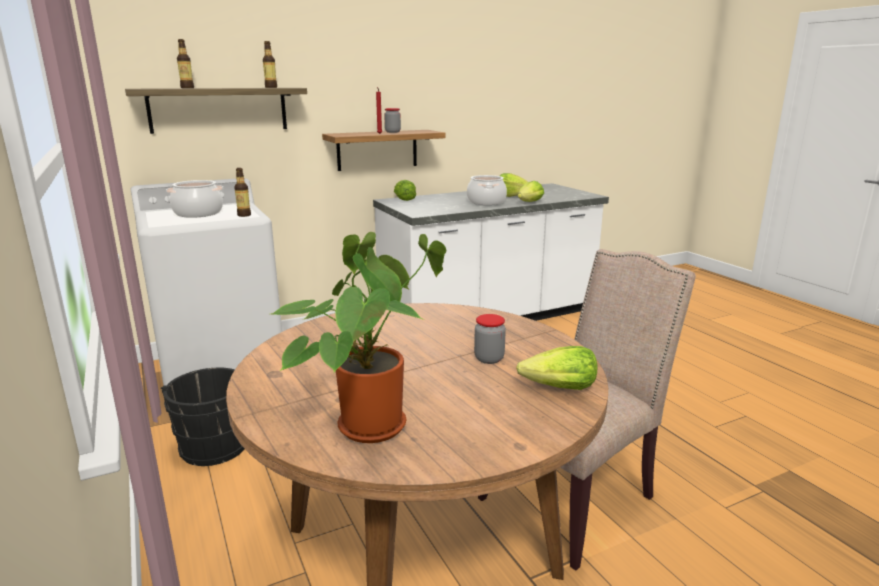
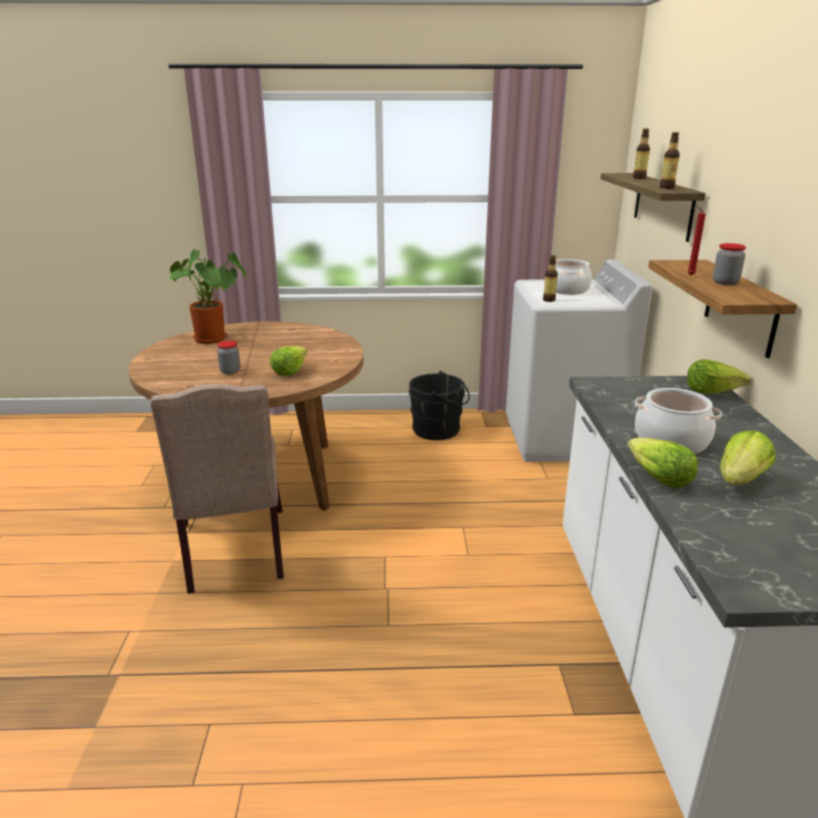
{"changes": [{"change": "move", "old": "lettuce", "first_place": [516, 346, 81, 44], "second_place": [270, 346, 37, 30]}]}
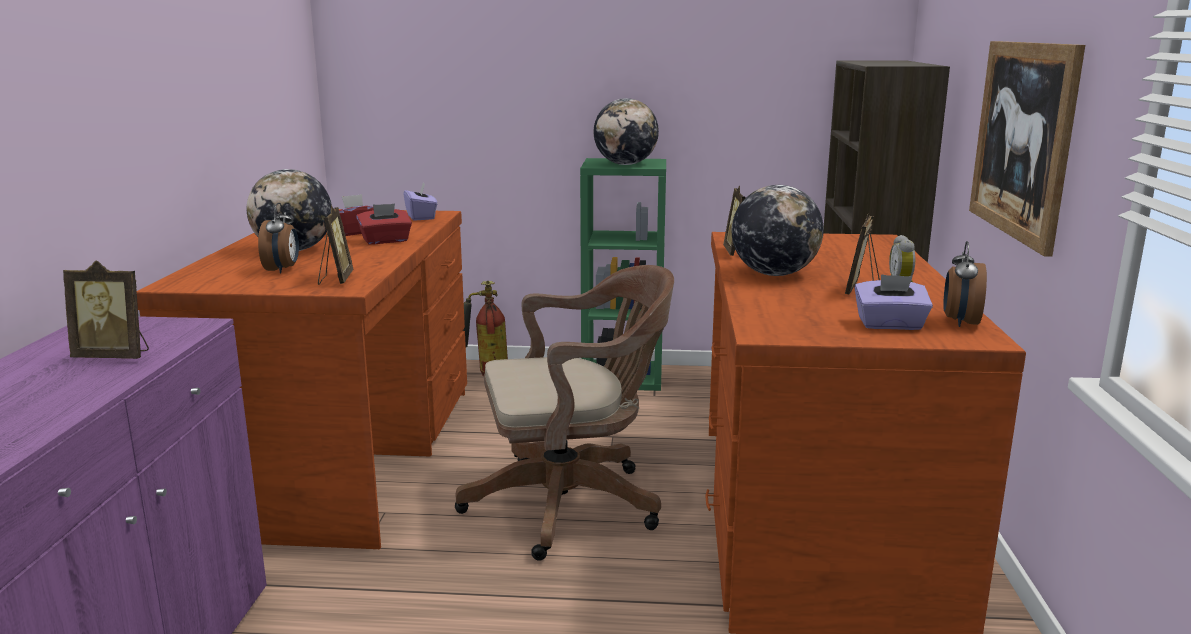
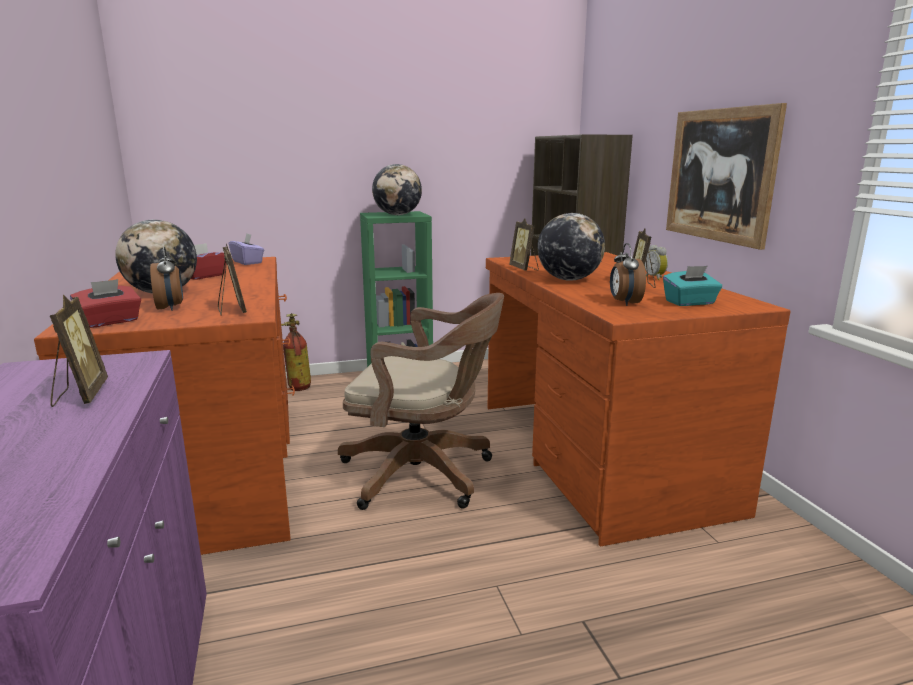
{"changes": [{"change": "move", "old": "tissue box in red", "first_place": [357, 203, 55, 41], "second_place": [70, 279, 71, 49]}, {"change": "move", "old": "alarm clock", "first_place": [943, 241, 44, 86], "second_place": [610, 243, 36, 63]}, {"change": "rotate", "old": "picture frame", "first_place": [63, 260, 86, 99], "second_place": [50, 295, 58, 112], "degrees": -90}, {"change": "rotate", "old": "office chair in brown", "first_place": [455, 265, 219, 296], "second_place": [338, 293, 166, 217], "degrees": 45}, {"change": "recolor", "old": "tissue box in purple", "new": "tissue box in turquoise", "first_place": [855, 274, 78, 56], "second_place": [663, 266, 59, 40]}]}
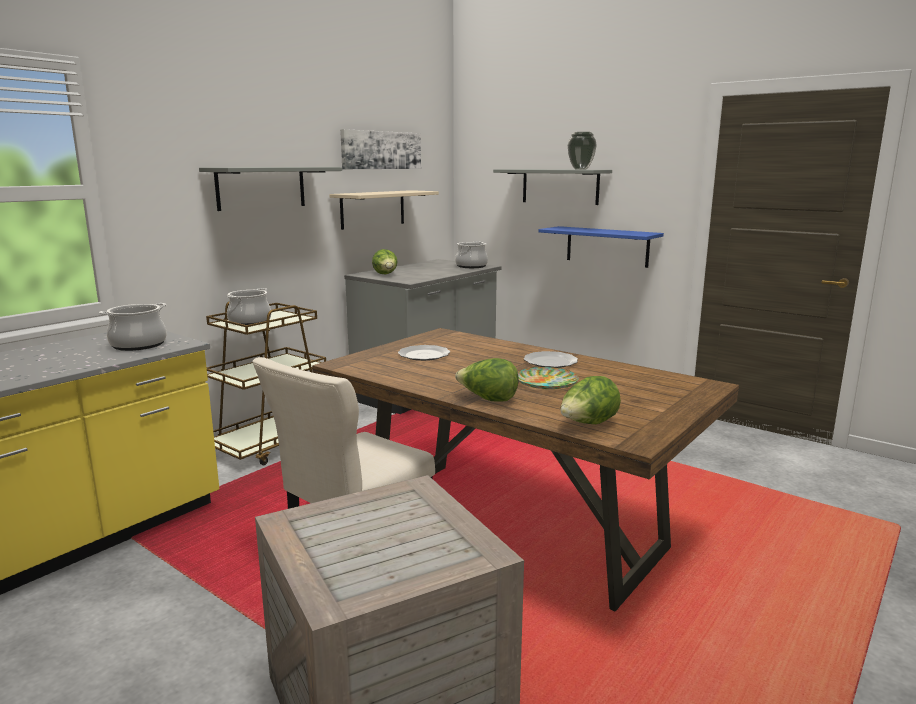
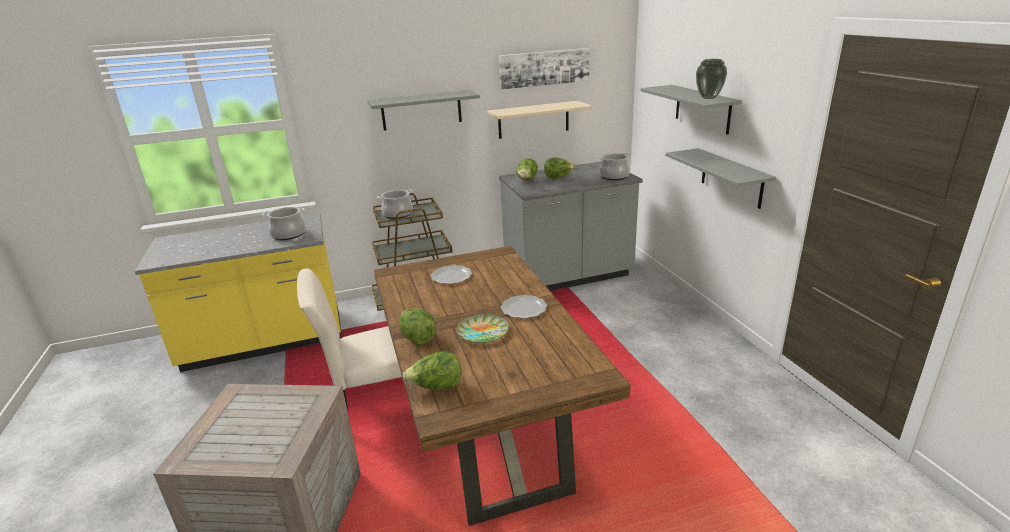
{"changes": [{"change": "recolor", "old": "shelf in blue", "new": "shelf in grey", "first_place": [538, 226, 126, 42], "second_place": [665, 148, 111, 61]}, {"change": "insert", "new": "lettuce", "second_place": [544, 157, 31, 22]}]}
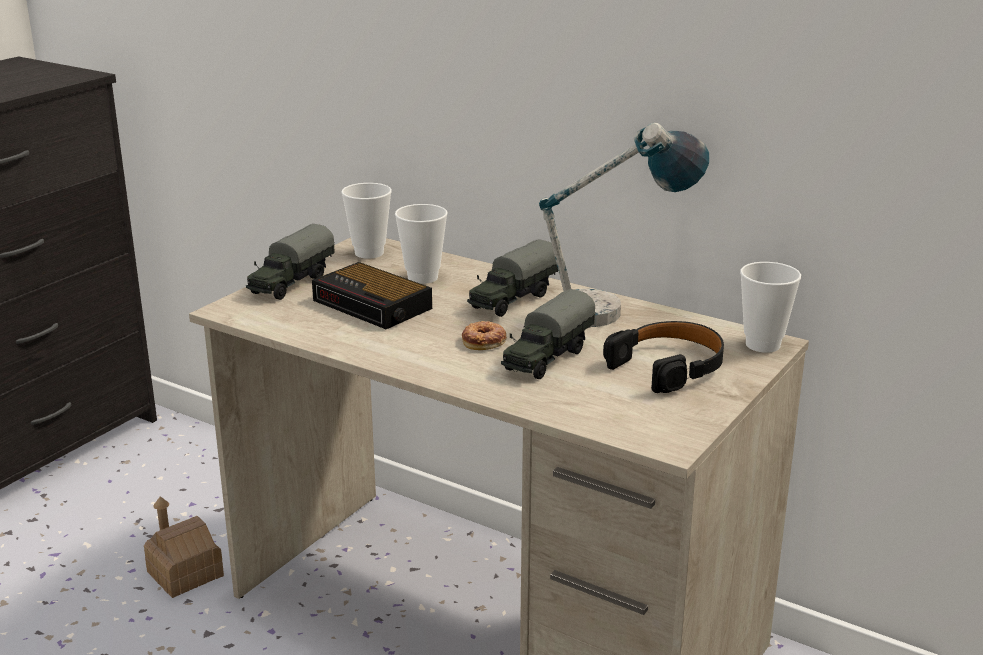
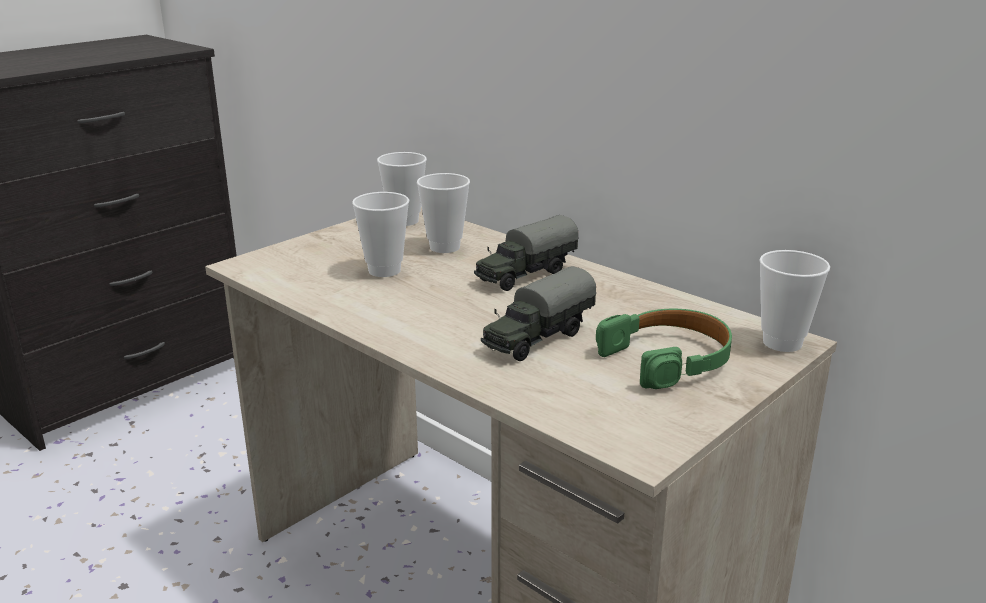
{"changes": [{"change": "delete", "old": "table lamp", "first_place": [539, 123, 170, 204]}, {"change": "delete", "old": "toy truck", "first_place": [246, 224, 89, 76]}, {"change": "replace", "old": "alarm clock", "new": "cup", "first_place": [312, 262, 120, 67], "second_place": [352, 192, 57, 85]}, {"change": "delete", "old": "donut", "first_place": [462, 321, 45, 29]}, {"change": "recolor", "old": "headphones in black", "new": "headphones in green", "first_place": [603, 321, 121, 72], "second_place": [596, 309, 136, 80]}, {"change": "delete", "old": "toy house", "first_place": [144, 496, 80, 102]}]}
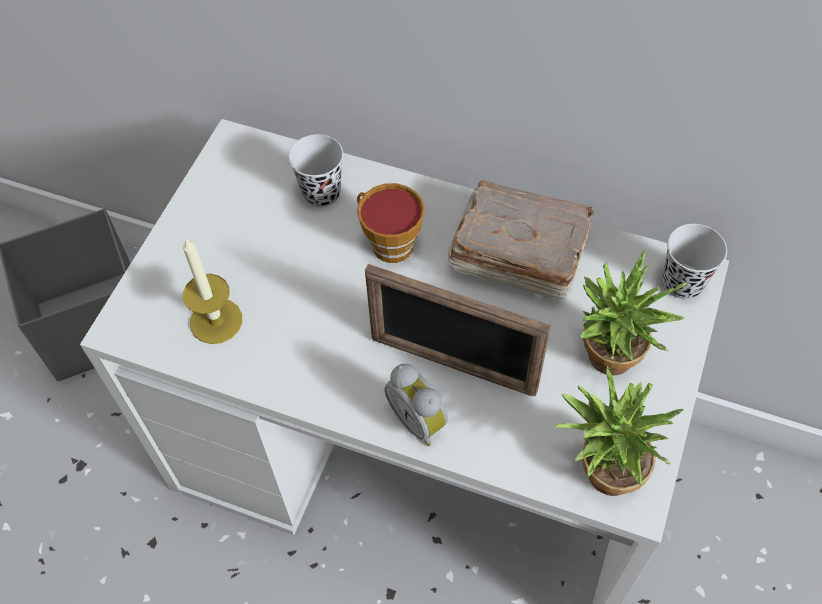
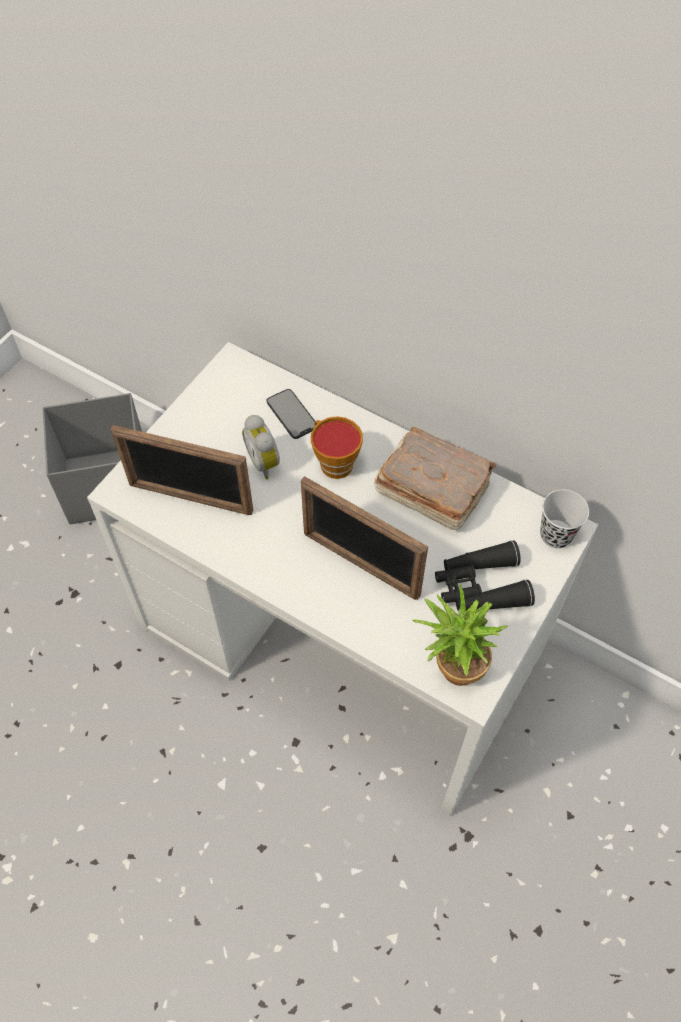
{"changes": [{"change": "replace", "old": "cup in black", "new": "phone", "first_place": [289, 134, 54, 73], "second_place": [266, 389, 49, 50]}, {"change": "replace", "old": "candle", "new": "picture frame", "first_place": [183, 239, 59, 105], "second_place": [111, 425, 143, 90]}, {"change": "replace", "old": "potted plant", "new": "binoculars in black", "first_place": [581, 250, 107, 126], "second_place": [435, 540, 100, 71]}, {"change": "move", "old": "alarm clock", "first_place": [384, 364, 64, 82], "second_place": [242, 415, 38, 64]}]}
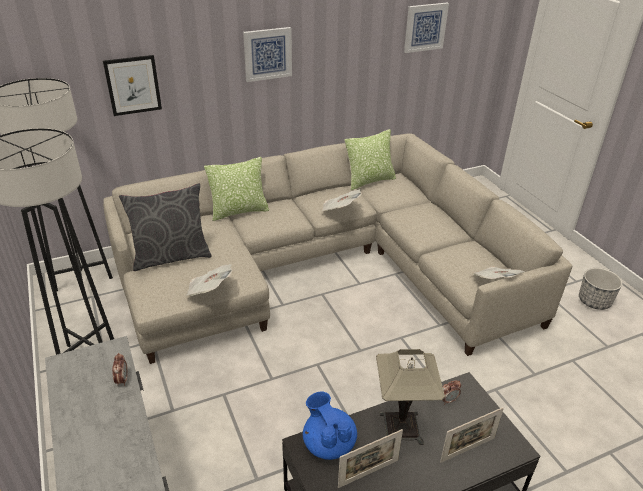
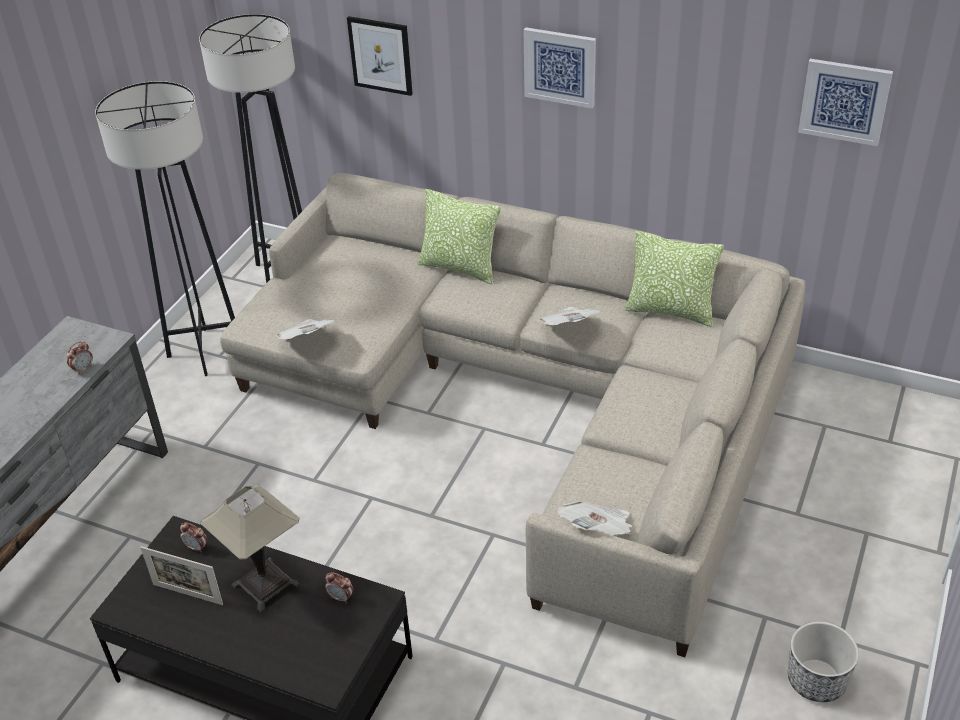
{"changes": [{"change": "delete", "old": "pillow in grey", "first_place": [119, 183, 93, 88]}, {"change": "replace", "old": "teapot in blue", "new": "alarm clock", "first_place": [303, 392, 54, 68], "second_place": [180, 522, 28, 31]}, {"change": "delete", "old": "picture frame", "first_place": [440, 407, 64, 56]}]}
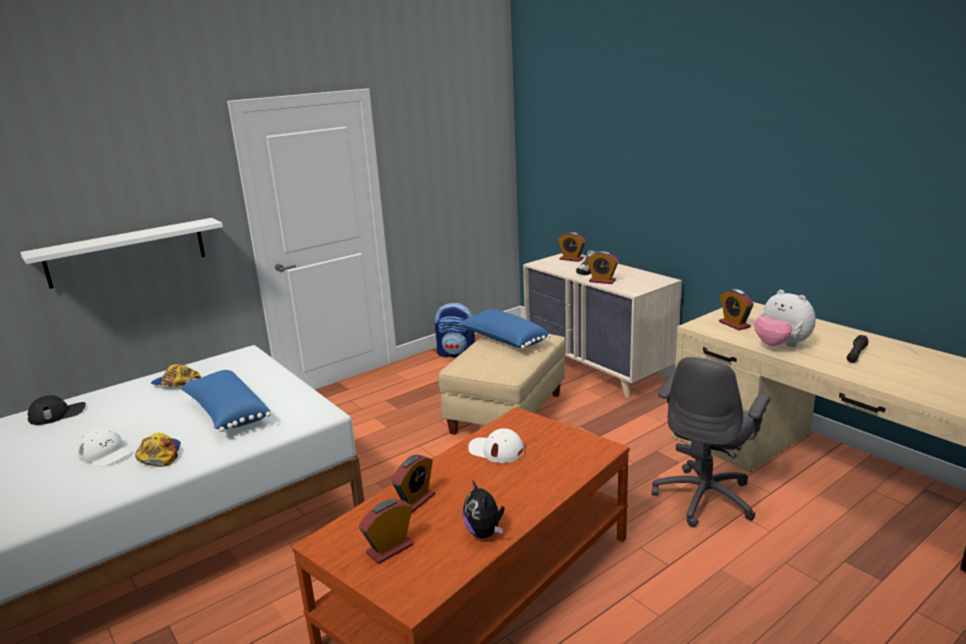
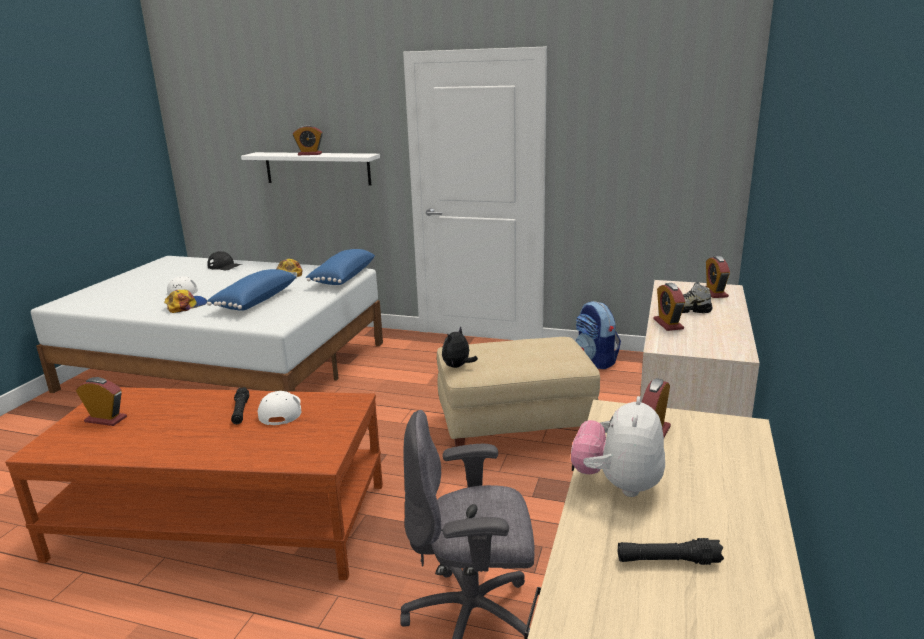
{"changes": [{"change": "move", "old": "pillow in blue", "first_place": [459, 309, 92, 40], "second_place": [306, 249, 69, 36]}, {"change": "move", "old": "alarm clock", "first_place": [392, 454, 43, 60], "second_place": [293, 125, 30, 30]}, {"change": "move", "old": "plush toy", "first_place": [463, 480, 42, 58], "second_place": [442, 326, 36, 42]}, {"change": "insert", "new": "flashlight in black", "second_place": [231, 387, 18, 37]}]}
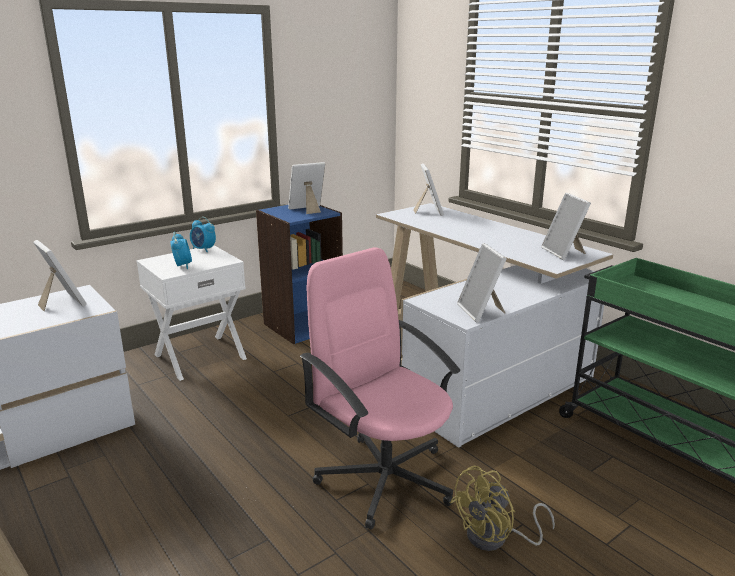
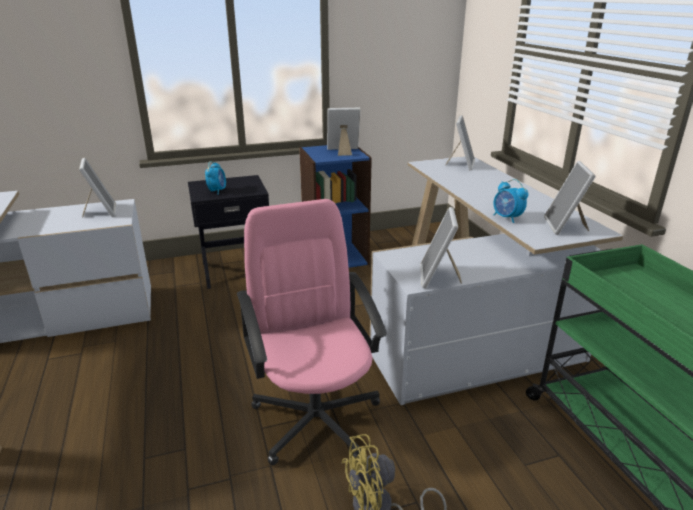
{"changes": [{"change": "move", "old": "alarm clock", "first_place": [190, 217, 26, 35], "second_place": [493, 179, 35, 44]}, {"change": "recolor", "old": "nightstand in white", "new": "nightstand in black", "first_place": [136, 245, 111, 136], "second_place": [188, 175, 81, 114]}]}
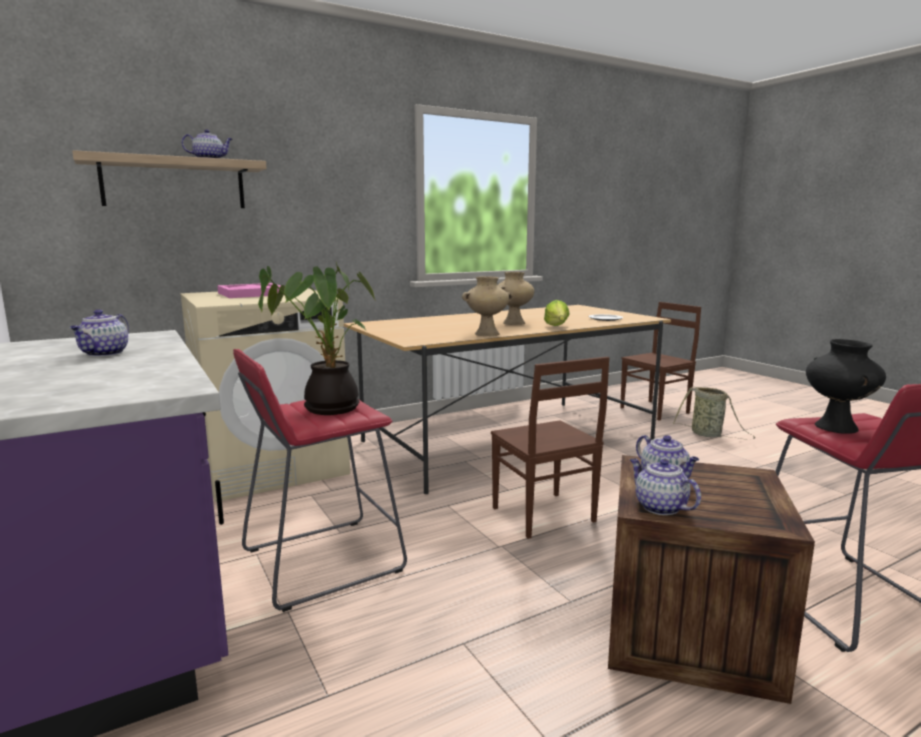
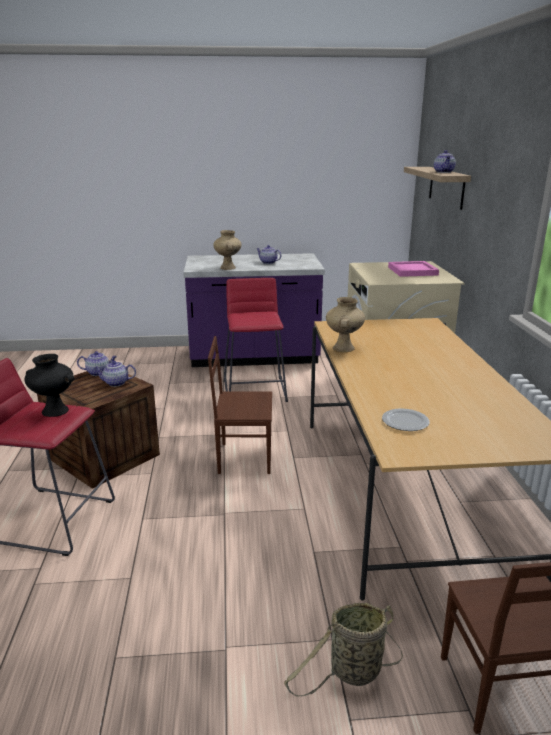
{"changes": [{"change": "delete", "old": "potted plant", "first_place": [258, 262, 118, 153]}, {"change": "move", "old": "vase in beige", "first_place": [498, 272, 36, 53], "second_place": [213, 230, 29, 40]}, {"change": "delete", "old": "lettuce", "first_place": [544, 300, 26, 26]}]}
